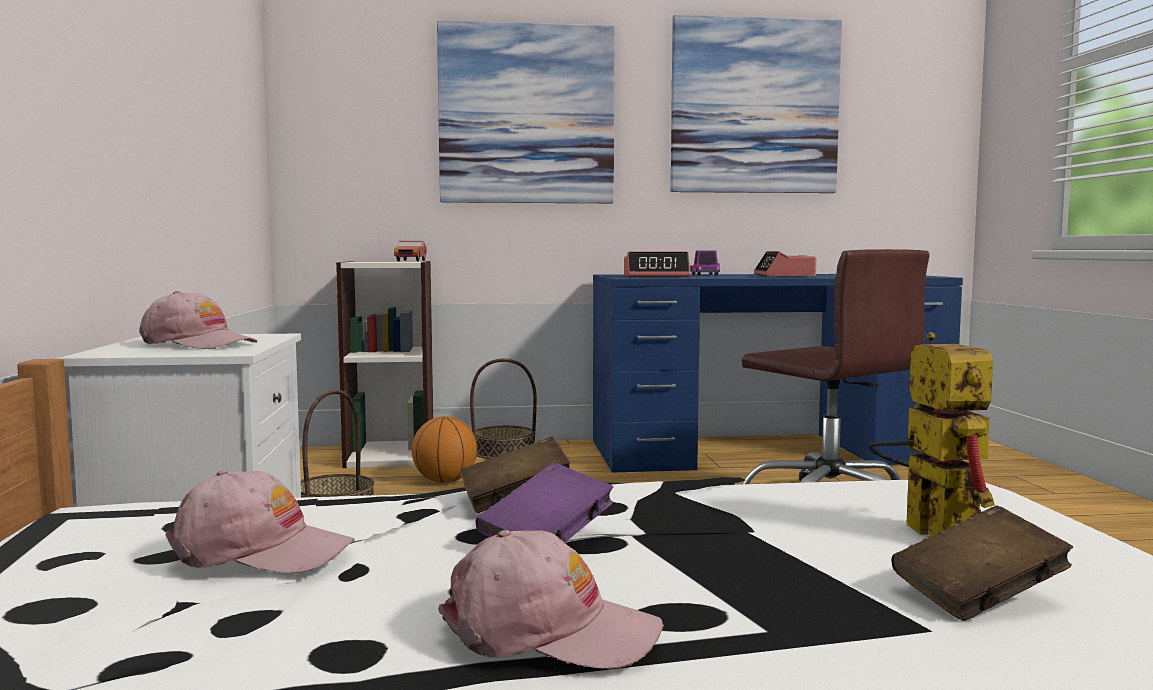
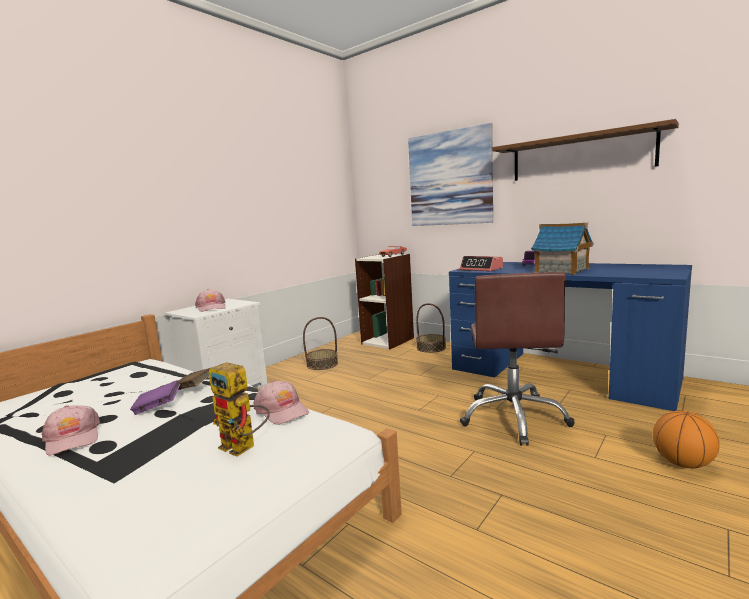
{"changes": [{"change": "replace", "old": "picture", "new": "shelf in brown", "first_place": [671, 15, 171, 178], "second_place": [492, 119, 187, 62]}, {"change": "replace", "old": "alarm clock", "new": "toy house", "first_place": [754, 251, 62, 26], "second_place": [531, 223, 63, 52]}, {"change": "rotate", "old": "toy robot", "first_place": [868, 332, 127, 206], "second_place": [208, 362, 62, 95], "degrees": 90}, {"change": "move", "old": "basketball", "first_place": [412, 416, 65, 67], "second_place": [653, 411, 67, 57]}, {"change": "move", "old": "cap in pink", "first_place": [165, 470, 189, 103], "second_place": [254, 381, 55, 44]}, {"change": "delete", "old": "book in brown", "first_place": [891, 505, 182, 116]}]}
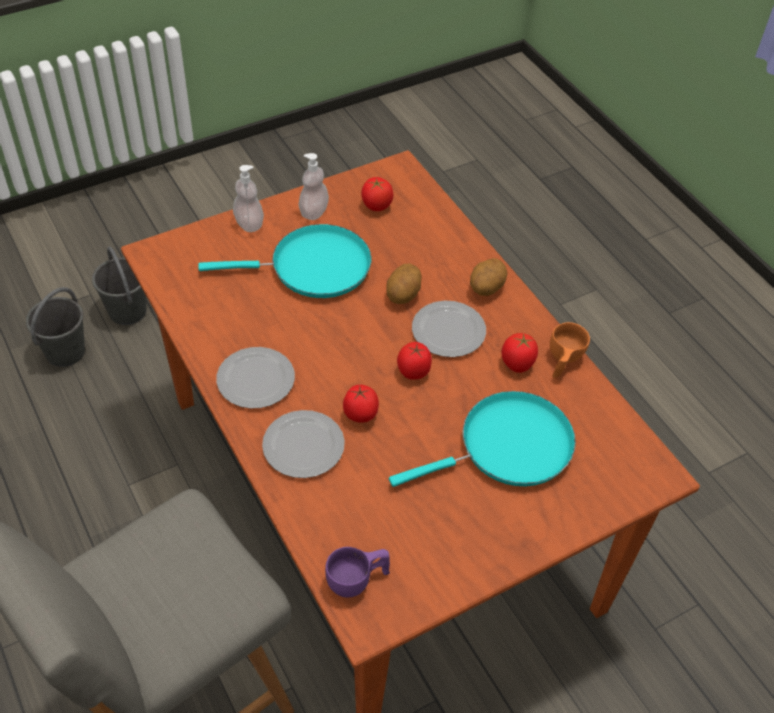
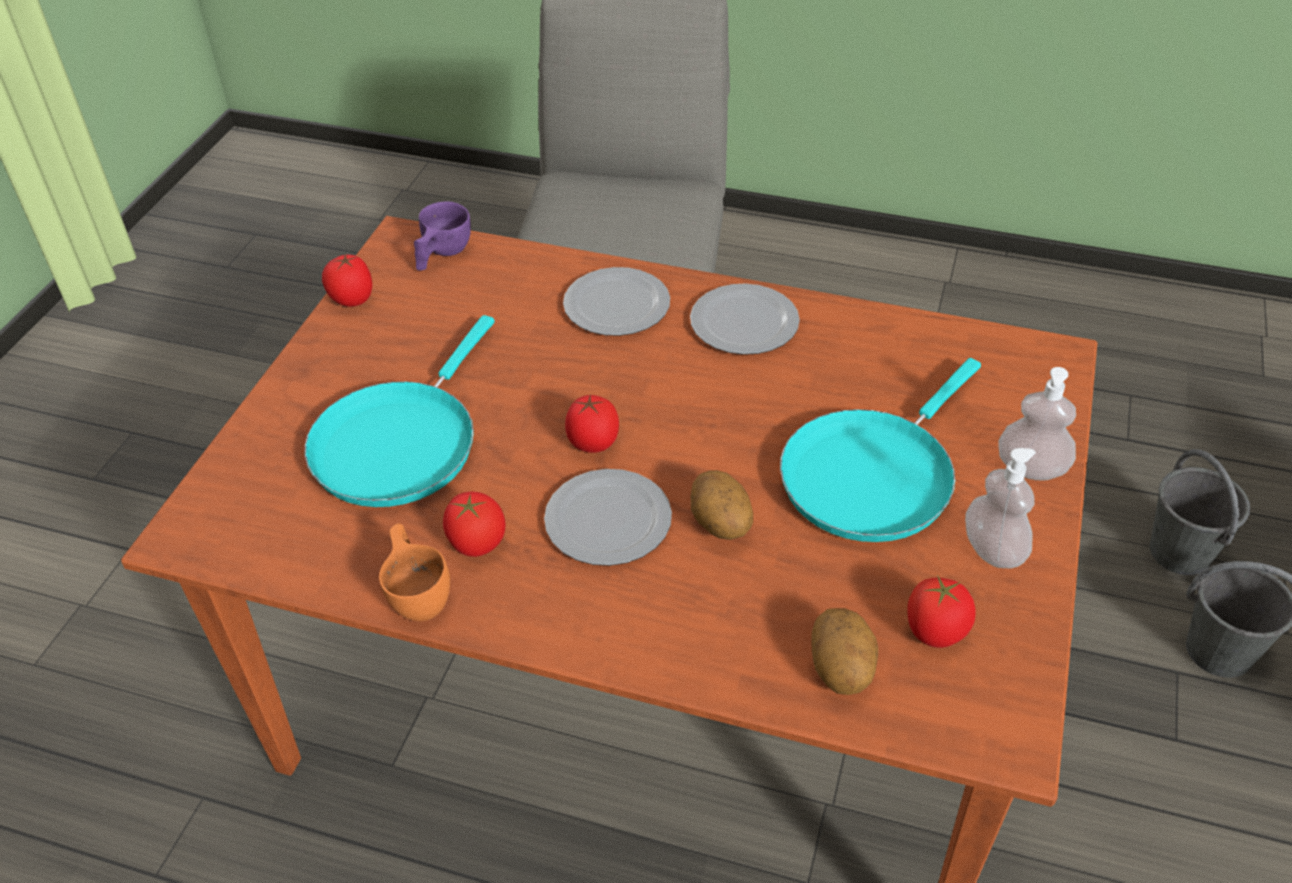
{"changes": [{"change": "move", "old": "potato", "first_place": [470, 258, 38, 38], "second_place": [812, 608, 66, 87]}, {"change": "move", "old": "tomato", "first_place": [343, 385, 36, 38], "second_place": [322, 253, 50, 54]}]}
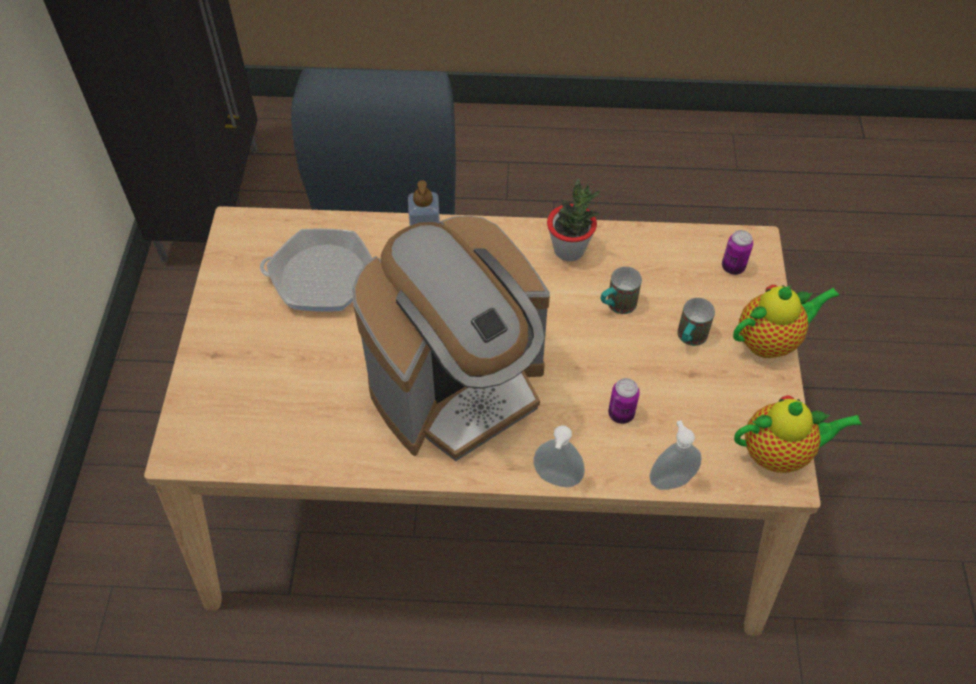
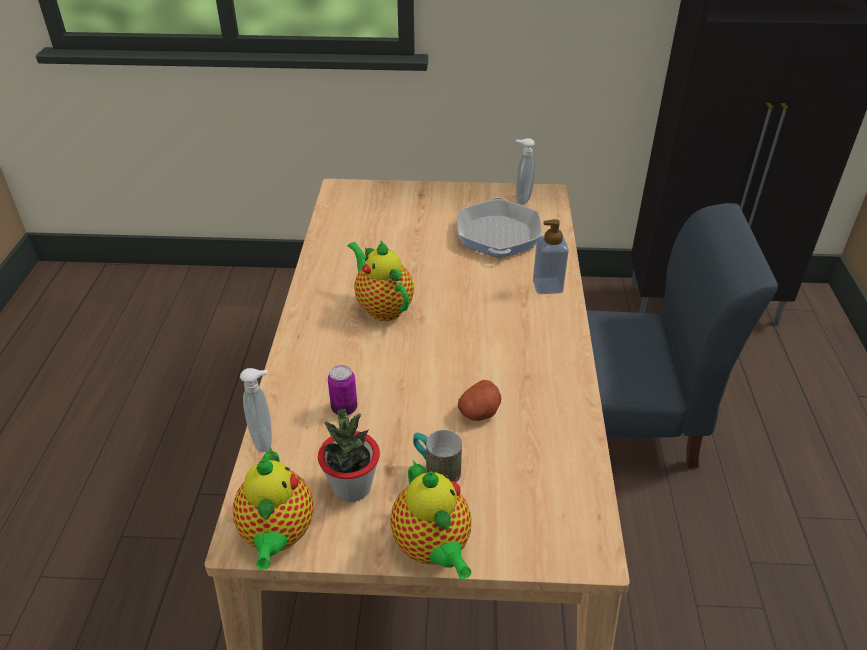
{"changes": [{"change": "move", "old": "potted plant", "first_place": [547, 179, 53, 82], "second_place": [318, 408, 62, 94]}, {"change": "replace", "old": "coffee machine", "new": "teapot", "first_place": [352, 216, 198, 245], "second_place": [347, 240, 67, 81]}, {"change": "delete", "old": "can", "first_place": [722, 230, 31, 45]}, {"change": "replace", "old": "mug", "new": "potato", "first_place": [601, 267, 41, 47], "second_place": [458, 380, 43, 41]}, {"change": "move", "old": "soap dispenser", "first_place": [533, 425, 52, 62], "second_place": [516, 138, 19, 67]}]}
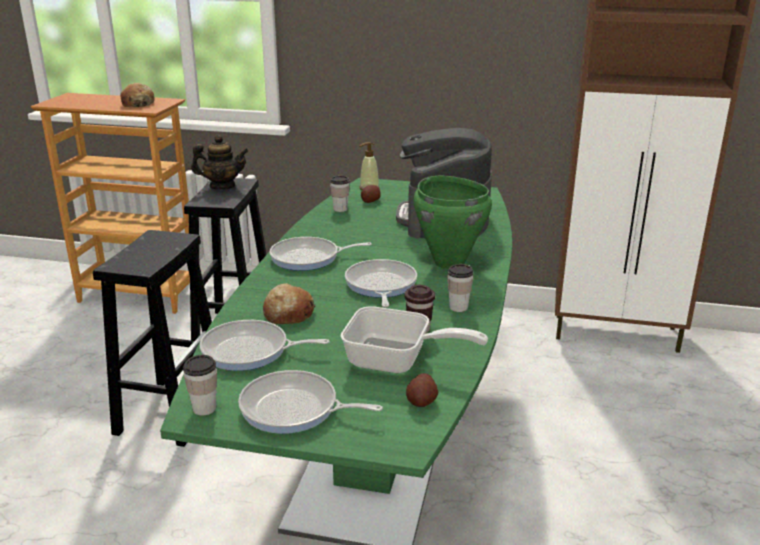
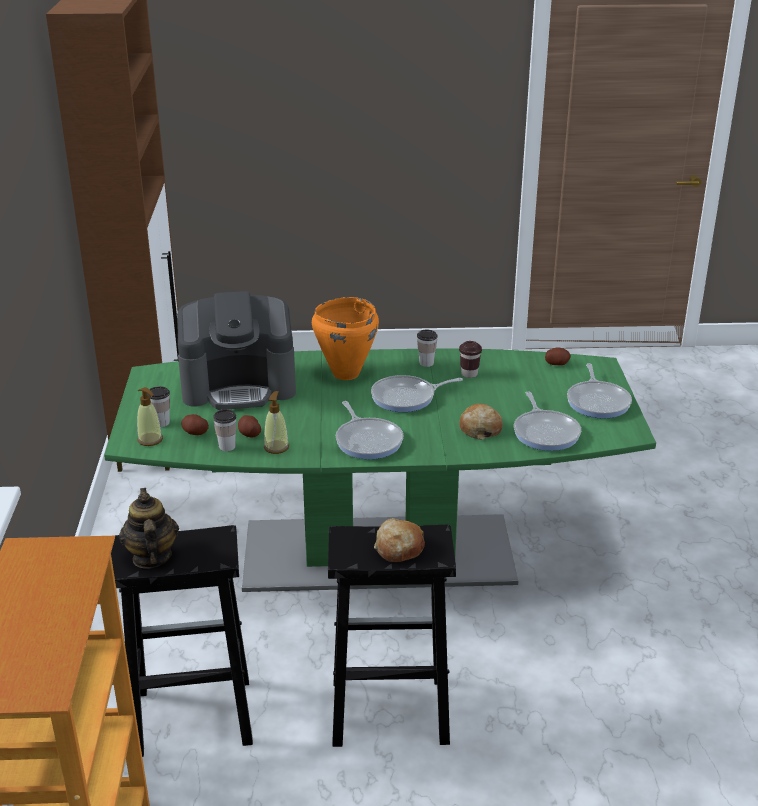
{"changes": [{"change": "move", "old": "bread", "first_place": [120, 83, 35, 24], "second_place": [374, 518, 51, 44]}, {"change": "recolor", "old": "cooking pot in green", "new": "cooking pot in orange", "first_place": [413, 176, 79, 93], "second_place": [312, 297, 67, 83]}, {"change": "delete", "old": "frying pan", "first_place": [340, 306, 148, 67]}, {"change": "move", "old": "cup", "first_place": [183, 355, 34, 61], "second_place": [147, 386, 23, 41]}, {"change": "insert", "new": "soap dispenser", "second_place": [264, 391, 25, 63]}, {"change": "insert", "new": "potato", "second_place": [238, 415, 23, 22]}]}
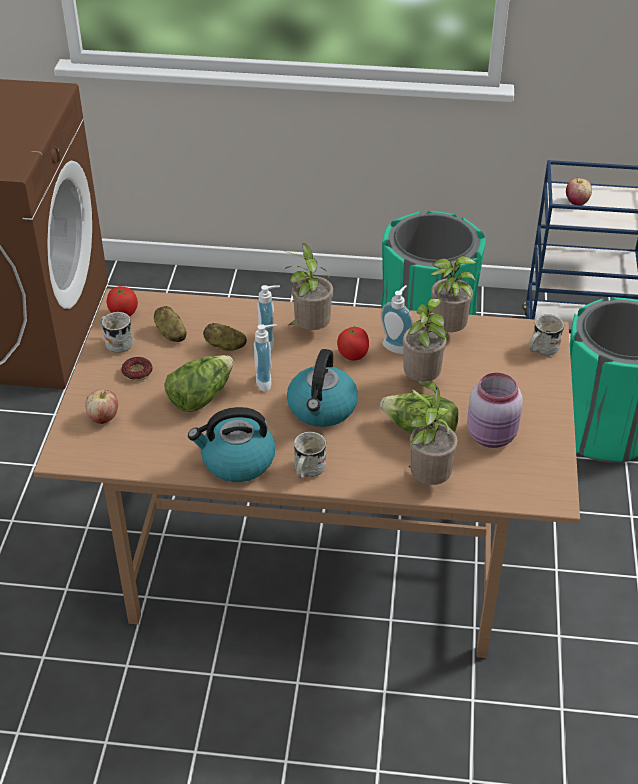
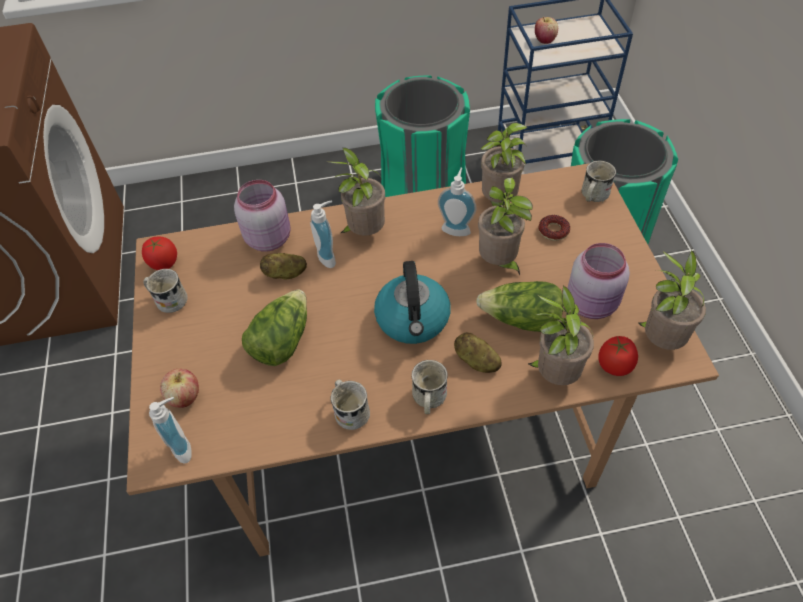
{"changes": [{"change": "move", "old": "potato", "first_place": [154, 306, 33, 36], "second_place": [454, 332, 47, 41]}, {"change": "move", "old": "soap dispenser", "first_place": [254, 324, 23, 68], "second_place": [149, 397, 43, 67]}, {"change": "move", "old": "tomato", "first_place": [337, 326, 32, 35], "second_place": [598, 336, 40, 40]}, {"change": "move", "old": "donut", "first_place": [121, 357, 32, 24], "second_place": [538, 215, 32, 26]}, {"change": "replace", "old": "kettle", "new": "mug in white", "first_place": [188, 407, 87, 75], "second_place": [330, 379, 40, 51]}, {"change": "insert", "new": "jar in pink", "second_place": [234, 180, 57, 72]}, {"change": "insert", "new": "potted plant", "second_place": [639, 250, 67, 100]}]}
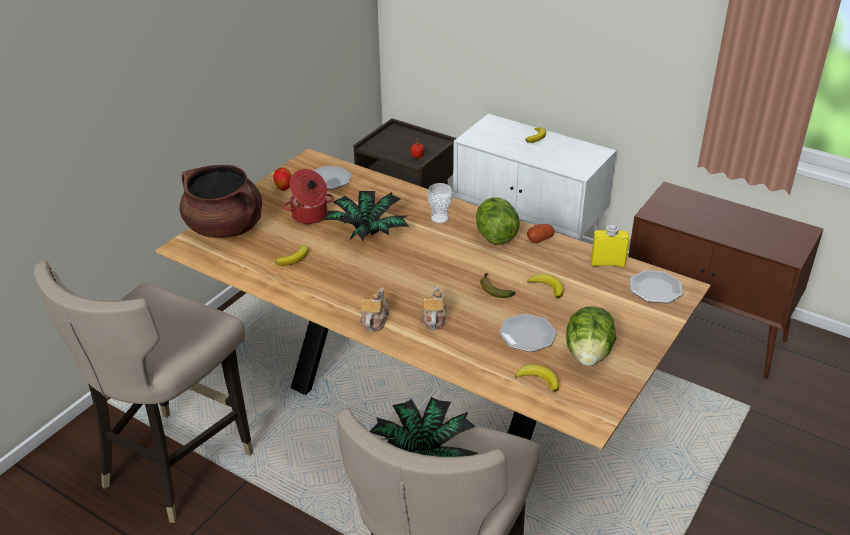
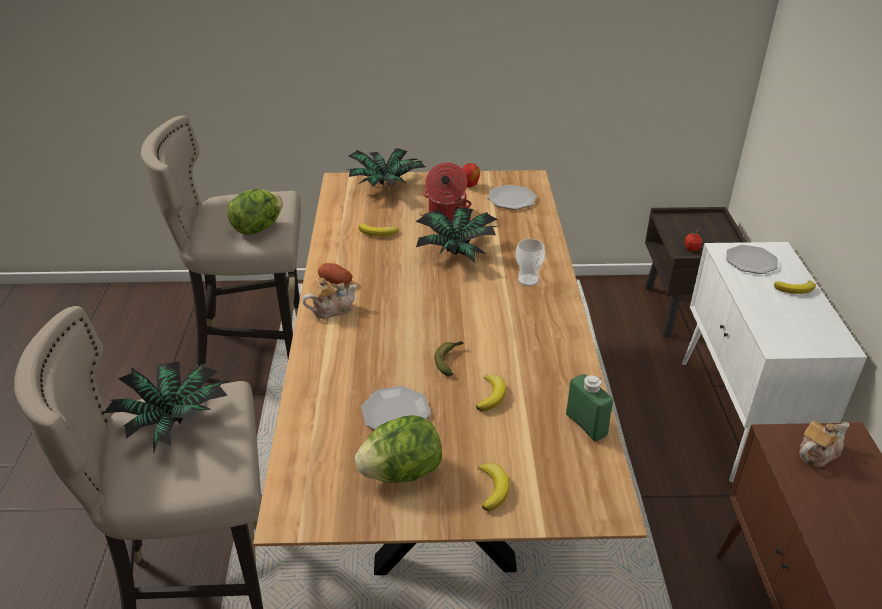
{"changes": [{"change": "replace", "old": "cooking pot in brown", "new": "potted plant", "first_place": [180, 165, 82, 73], "second_place": [346, 148, 80, 39]}, {"change": "move", "old": "lettuce", "first_place": [476, 197, 44, 48], "second_place": [227, 189, 56, 46]}, {"change": "move", "old": "potato", "first_place": [527, 224, 28, 19], "second_place": [318, 263, 35, 22]}, {"change": "recolor", "old": "bottle in yellow", "new": "bottle in green", "first_place": [591, 224, 38, 43], "second_place": [566, 374, 47, 67]}, {"change": "move", "old": "plate", "first_place": [630, 270, 53, 33], "second_place": [726, 245, 52, 29]}, {"change": "move", "old": "teapot", "first_place": [420, 285, 26, 45], "second_place": [799, 421, 51, 46]}, {"change": "move", "old": "banana", "first_place": [515, 364, 44, 28], "second_place": [478, 463, 32, 48]}]}
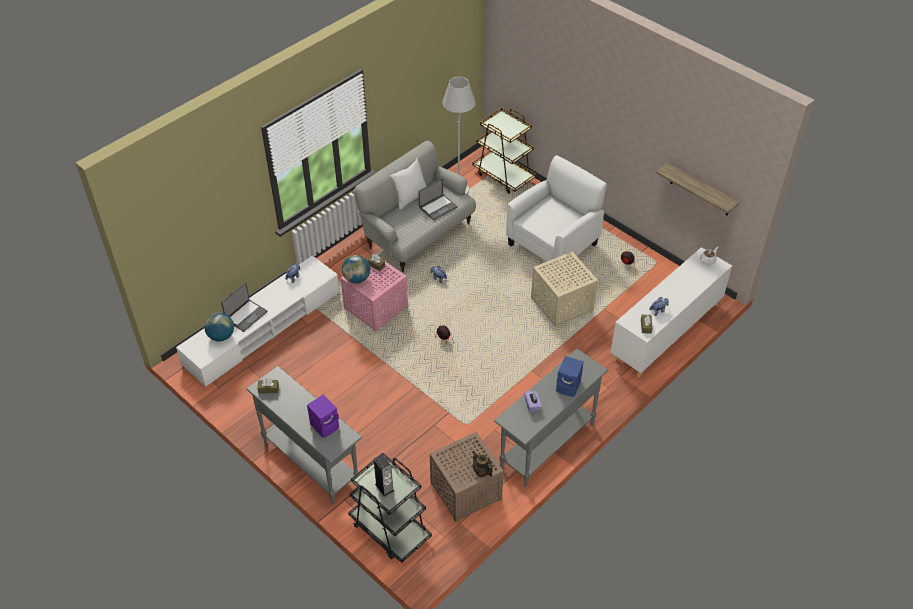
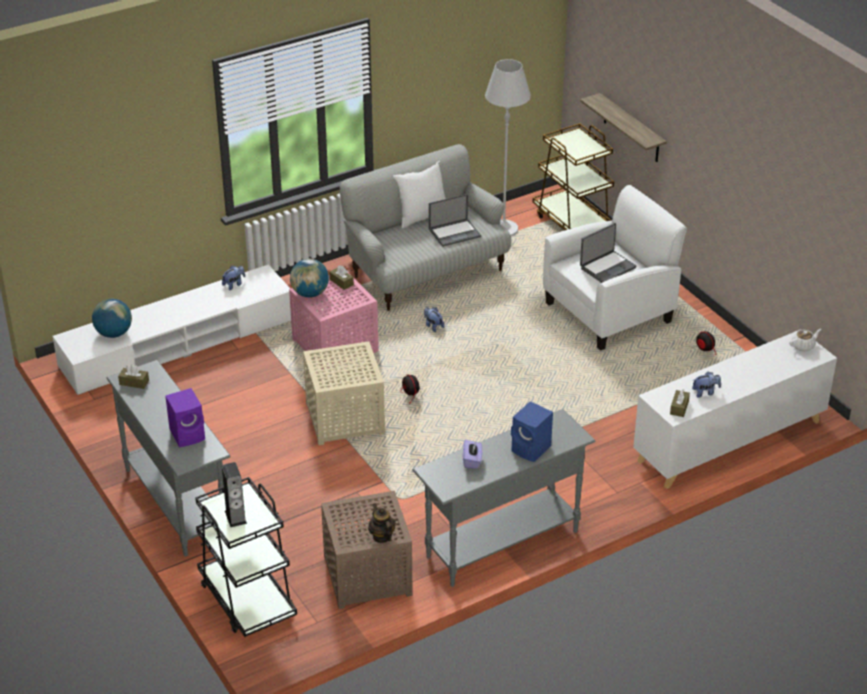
{"changes": [{"change": "move", "old": "shelf", "first_place": [656, 162, 83, 54], "second_place": [580, 93, 87, 69]}, {"change": "move", "old": "side table in beige", "first_place": [531, 252, 67, 76], "second_place": [303, 341, 82, 104]}, {"change": "move", "old": "laptop", "first_place": [221, 283, 46, 49], "second_place": [580, 223, 57, 60]}]}
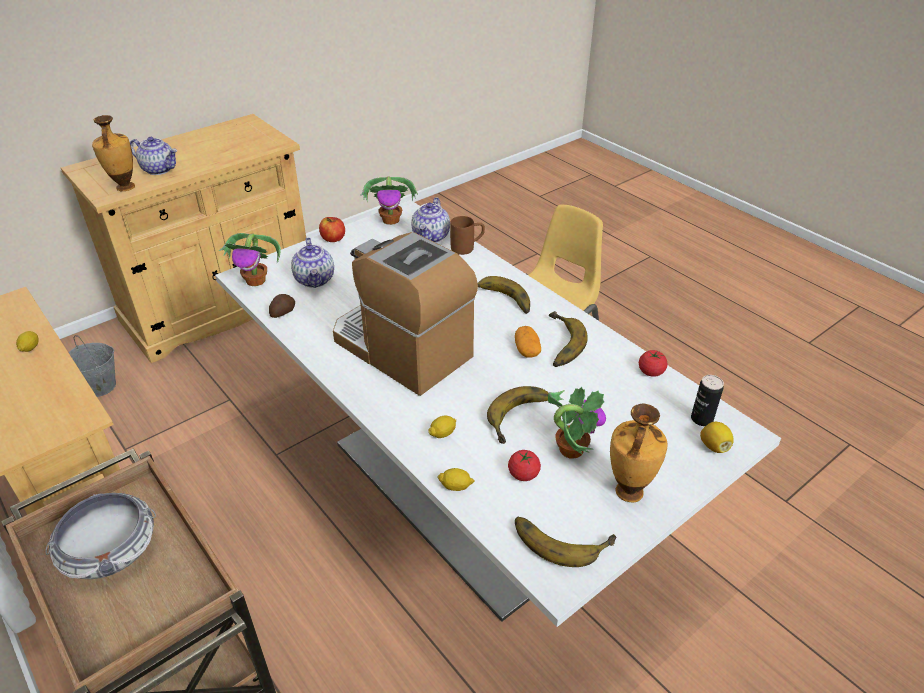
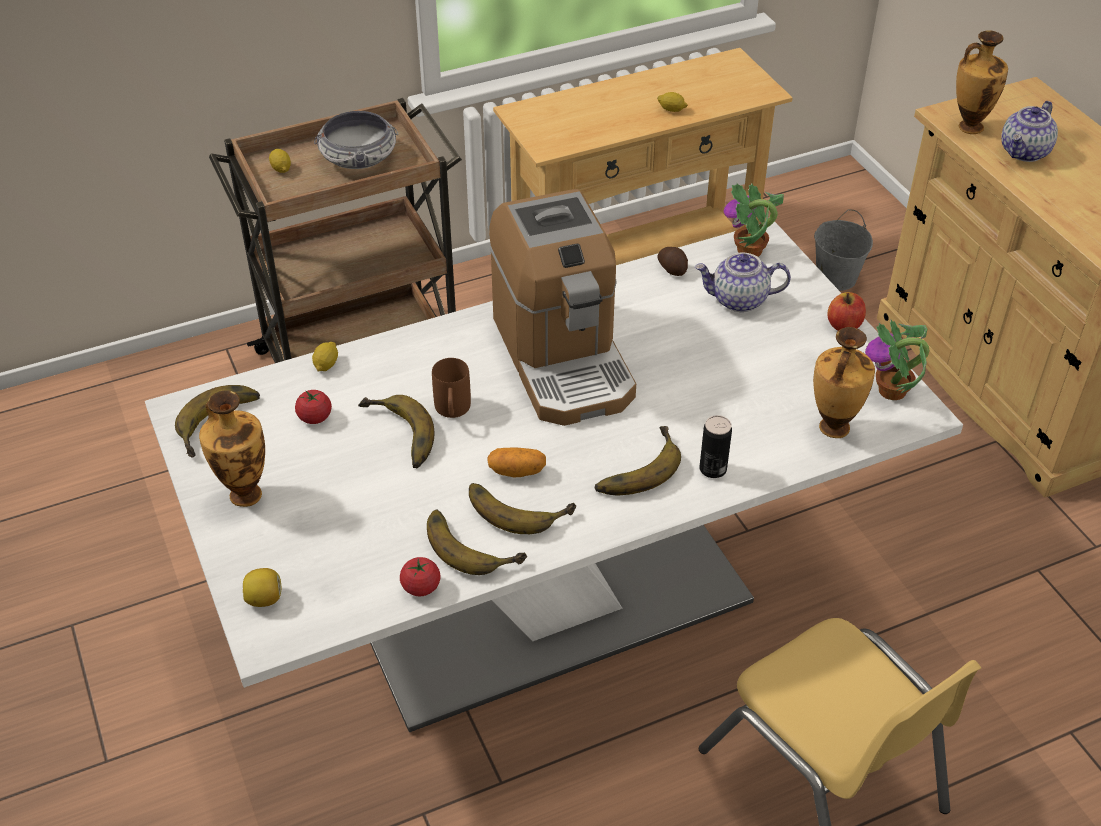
{"changes": [{"change": "replace", "old": "teapot", "new": "vase", "first_place": [411, 197, 39, 46], "second_place": [813, 327, 62, 111]}, {"change": "move", "old": "mug in brown", "first_place": [450, 216, 35, 39], "second_place": [432, 358, 39, 60]}, {"change": "rotate", "old": "coffee machine", "first_place": [333, 232, 145, 164], "second_place": [489, 189, 147, 237], "degrees": 105}, {"change": "move", "old": "can", "first_place": [691, 375, 33, 51], "second_place": [699, 415, 33, 63]}, {"change": "delete", "old": "potted plant", "first_place": [548, 387, 58, 72]}, {"change": "move", "old": "lemon", "first_place": [428, 415, 28, 23], "second_place": [269, 149, 22, 24]}, {"change": "insert", "new": "banana", "second_place": [427, 510, 100, 65]}]}
